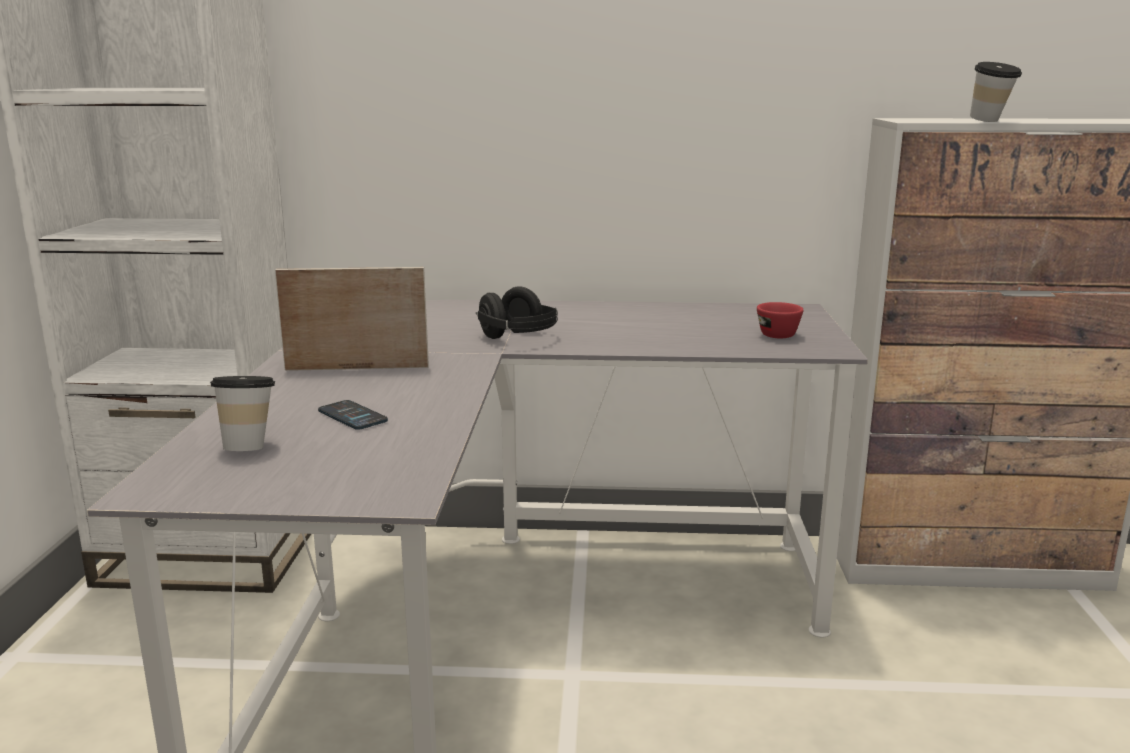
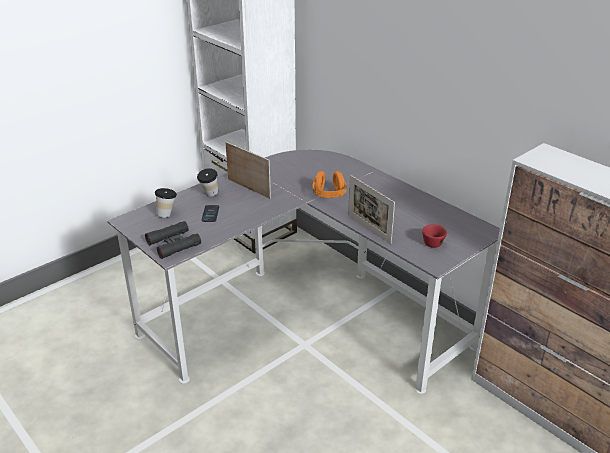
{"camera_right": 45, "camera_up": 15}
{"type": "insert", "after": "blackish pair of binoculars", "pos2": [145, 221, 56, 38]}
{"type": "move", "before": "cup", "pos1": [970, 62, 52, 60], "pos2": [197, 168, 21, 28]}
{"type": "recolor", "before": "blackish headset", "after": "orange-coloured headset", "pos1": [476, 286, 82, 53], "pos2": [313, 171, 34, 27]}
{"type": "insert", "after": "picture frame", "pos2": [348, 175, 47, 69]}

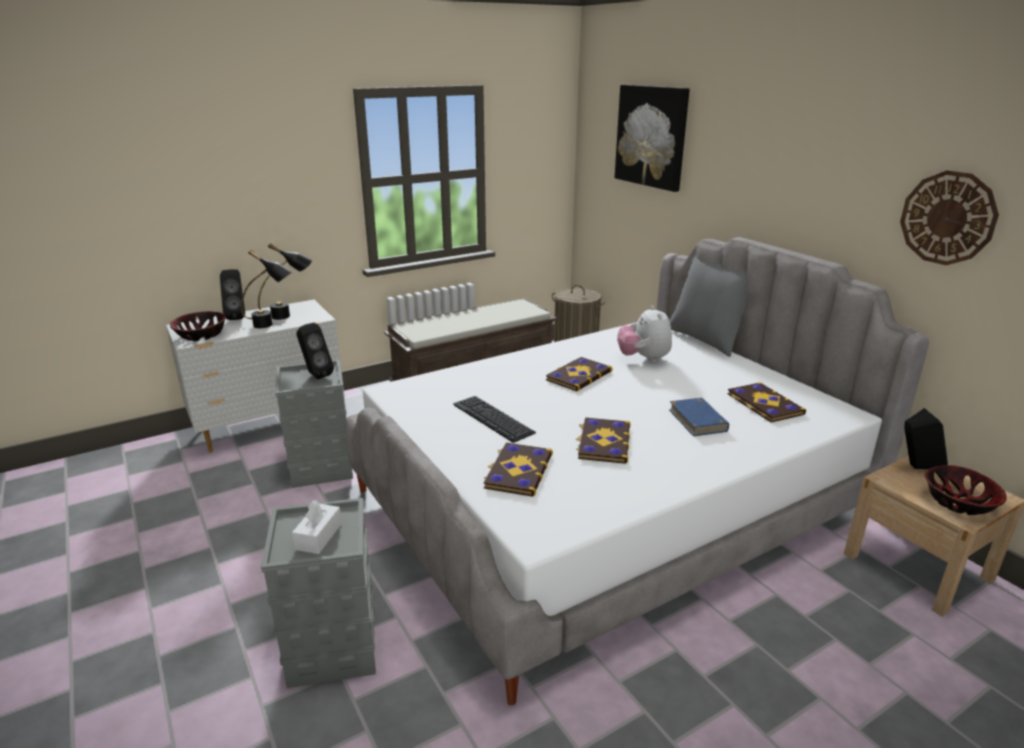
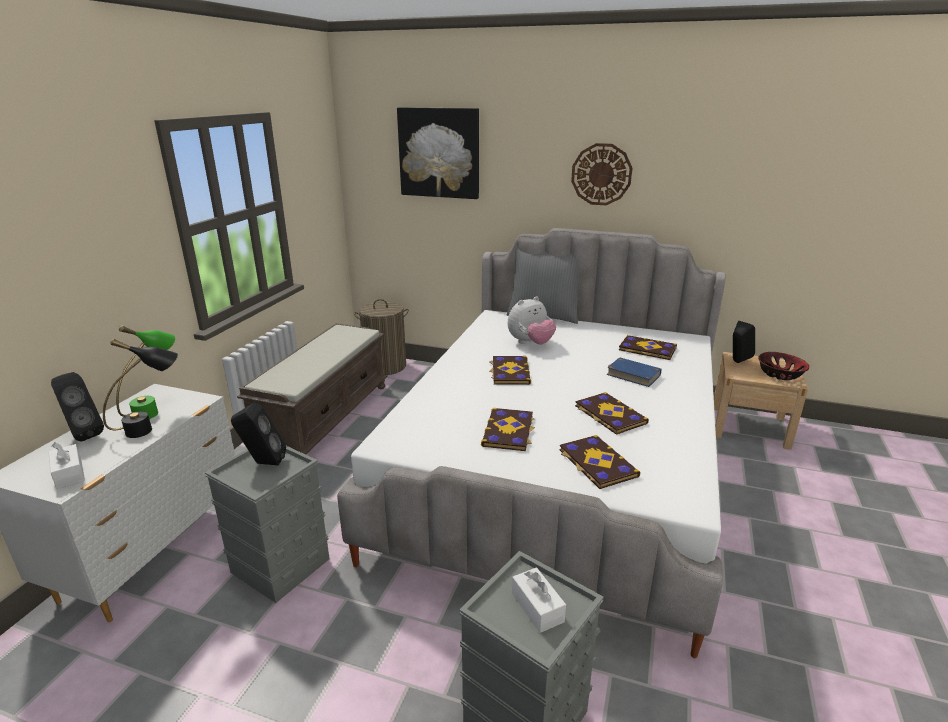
{"camera_right": -40, "camera_up": 0}
{"type": "replace", "before": "serving bowl", "after": "white-coloured tissue holder", "pos1": [170, 311, 56, 30], "pos2": [48, 442, 37, 47]}
{"type": "recolor", "before": "blackish lamp for a table", "after": "green lamp for a table", "pos1": [258, 243, 54, 77], "pos2": [116, 325, 59, 94]}
{"type": "replace", "before": "keyboard", "after": "book", "pos1": [453, 396, 83, 47], "pos2": [481, 408, 54, 43]}
{"type": "rotate", "before": "soft toy", "pos1": [617, 305, 55, 58], "pos2": [508, 296, 48, 49], "turn": -75}
{"type": "move", "before": "clock on the wall", "pos1": [900, 170, 99, 95], "pos2": [571, 143, 61, 63]}

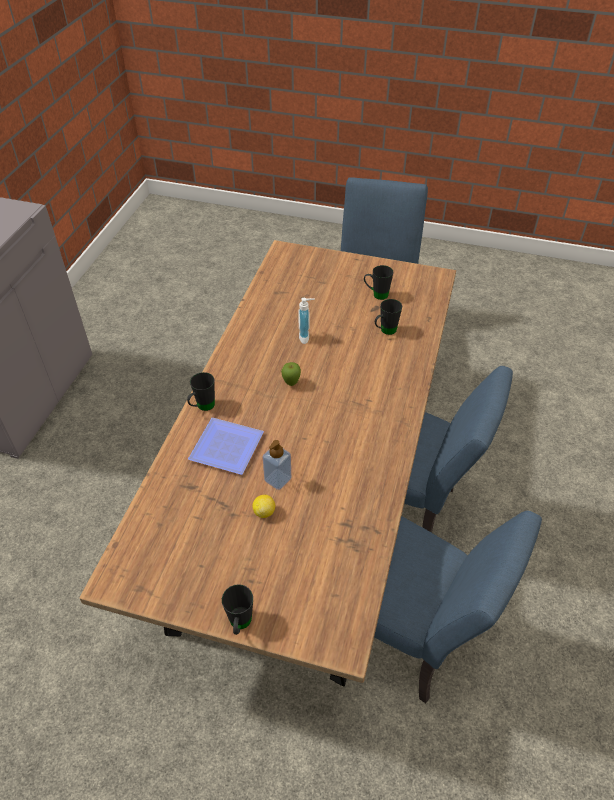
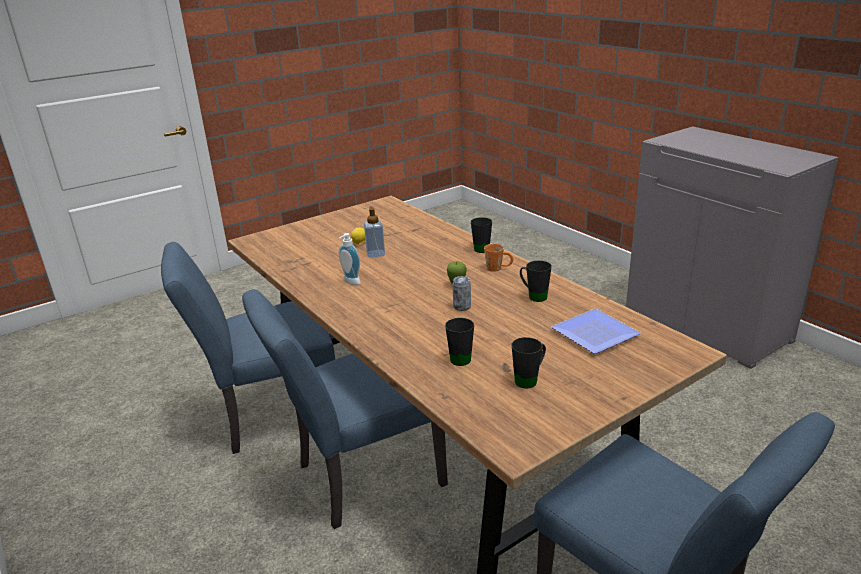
{"camera_right": 130, "camera_up": -20}
{"type": "move", "before": "soap dispenser", "pos1": [298, 298, 17, 46], "pos2": [339, 233, 22, 52]}
{"type": "insert", "after": "sealed can", "pos2": [452, 276, 19, 35]}
{"type": "insert", "after": "orange-coloured mug", "pos2": [484, 244, 30, 28]}
{"type": "move", "before": "blackish mug", "pos1": [222, 584, 31, 51], "pos2": [520, 261, 32, 41]}
{"type": "move", "before": "plate", "pos1": [188, 418, 76, 57], "pos2": [551, 308, 90, 46]}

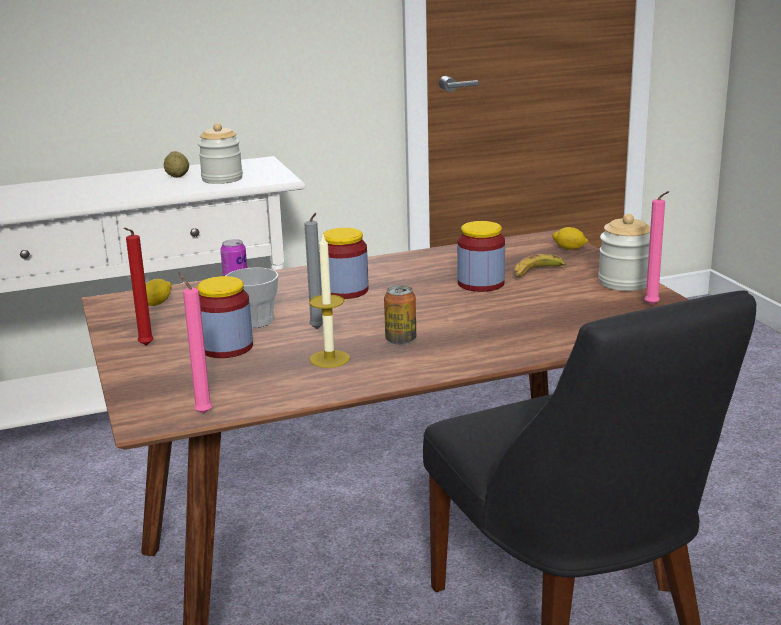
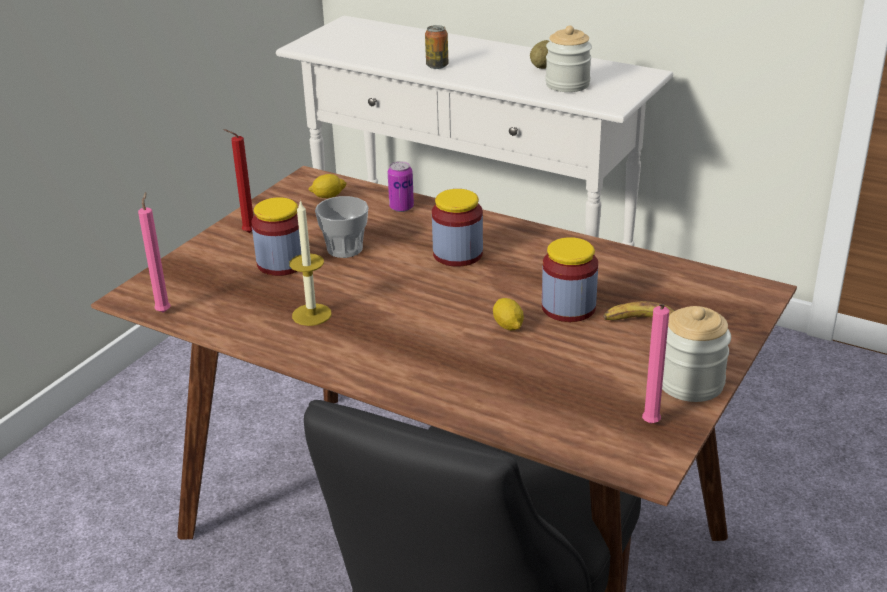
{"camera_right": 50, "camera_up": 10}
{"type": "move", "before": "sealed can", "pos1": [384, 285, 32, 60], "pos2": [425, 25, 24, 44]}
{"type": "move", "before": "whole lemon", "pos1": [552, 227, 37, 22], "pos2": [493, 298, 31, 32]}
{"type": "delete", "before": "gray candle", "pos1": [304, 213, 19, 116]}

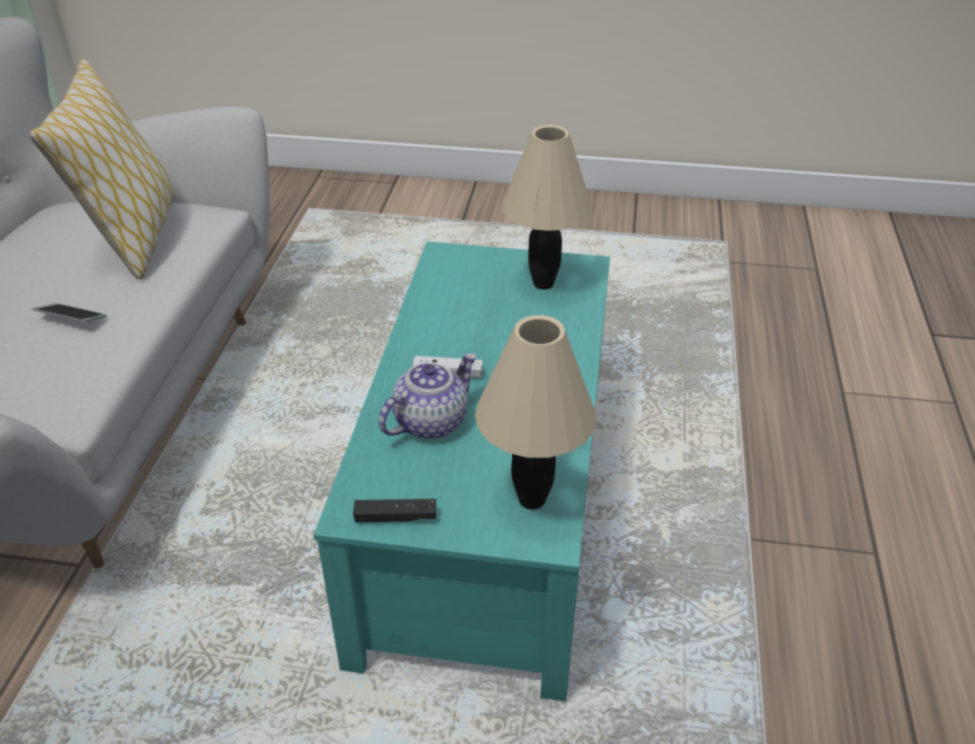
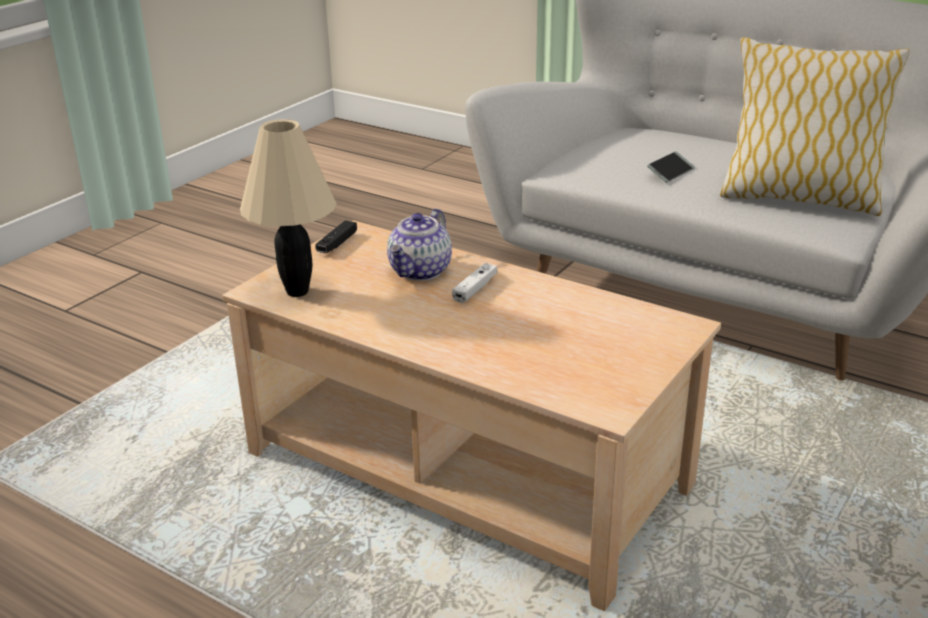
{"camera_right": 115, "camera_up": -10}
{"type": "recolor", "before": "turquoise lounge table", "after": "sand-coloured lounge table", "pos1": [314, 242, 296, 460], "pos2": [222, 220, 499, 391]}
{"type": "rotate", "before": "pot for tea", "pos1": [378, 353, 99, 86], "pos2": [387, 209, 65, 72], "turn": 45}
{"type": "delete", "before": "sand-coloured lamp for a table", "pos1": [502, 125, 90, 165]}

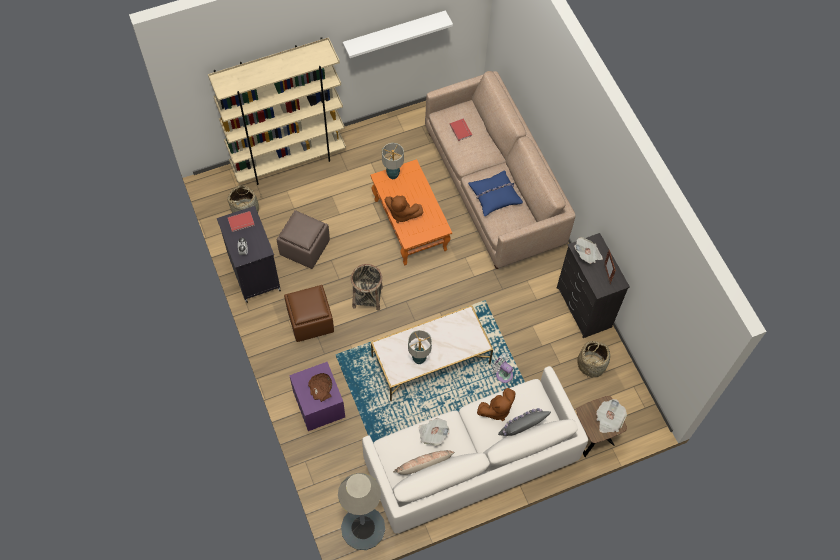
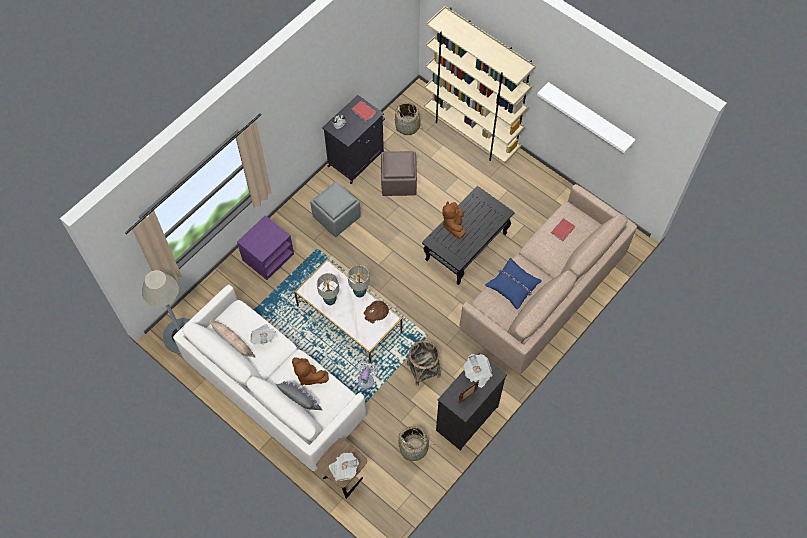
{"camera_right": 65, "camera_up": 0}
{"type": "recolor", "before": "brownish pouffe", "after": "gray pouffe", "pos1": [284, 285, 50, 57], "pos2": [310, 181, 51, 56]}
{"type": "move", "before": "lamp for a table", "pos1": [382, 143, 22, 36], "pos2": [348, 265, 22, 33]}
{"type": "move", "before": "brownish serving bowl", "pos1": [308, 373, 24, 29], "pos2": [364, 301, 25, 22]}
{"type": "move", "before": "household basket", "pos1": [351, 264, 32, 47], "pos2": [407, 340, 34, 46]}
{"type": "recolor", "before": "orange-coloured lounge table", "after": "blackish lounge table", "pos1": [370, 159, 82, 106], "pos2": [422, 186, 93, 99]}

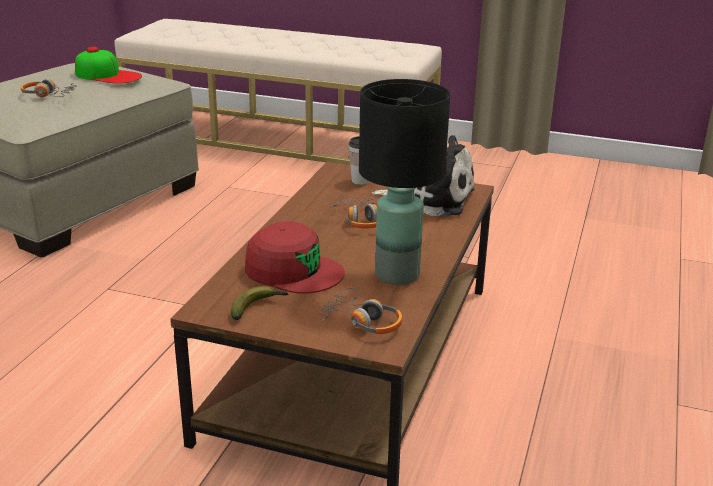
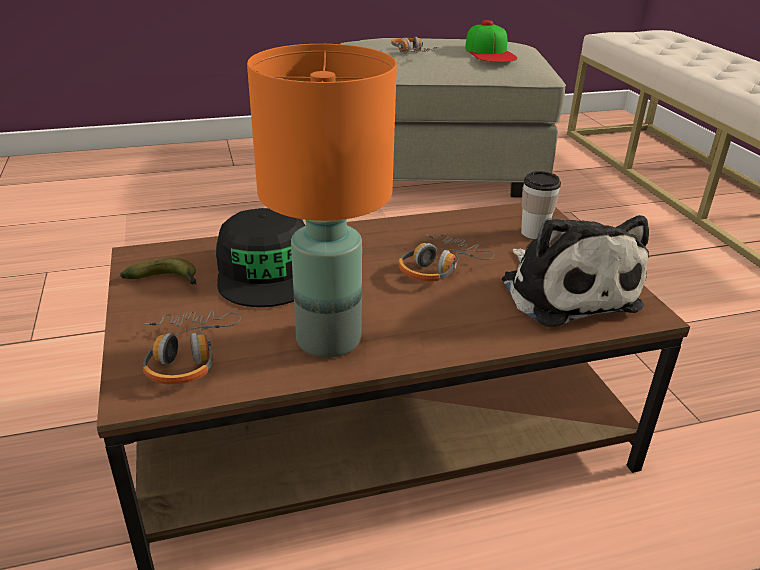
{"camera_right": 55, "camera_up": 5}
{"type": "recolor", "before": "red cap", "after": "blackish cap", "pos1": [245, 221, 100, 73], "pos2": [216, 208, 90, 99]}
{"type": "recolor", "before": "blackish lamp for a table", "after": "orange-coloured lamp for a table", "pos1": [359, 79, 91, 206], "pos2": [247, 44, 150, 314]}

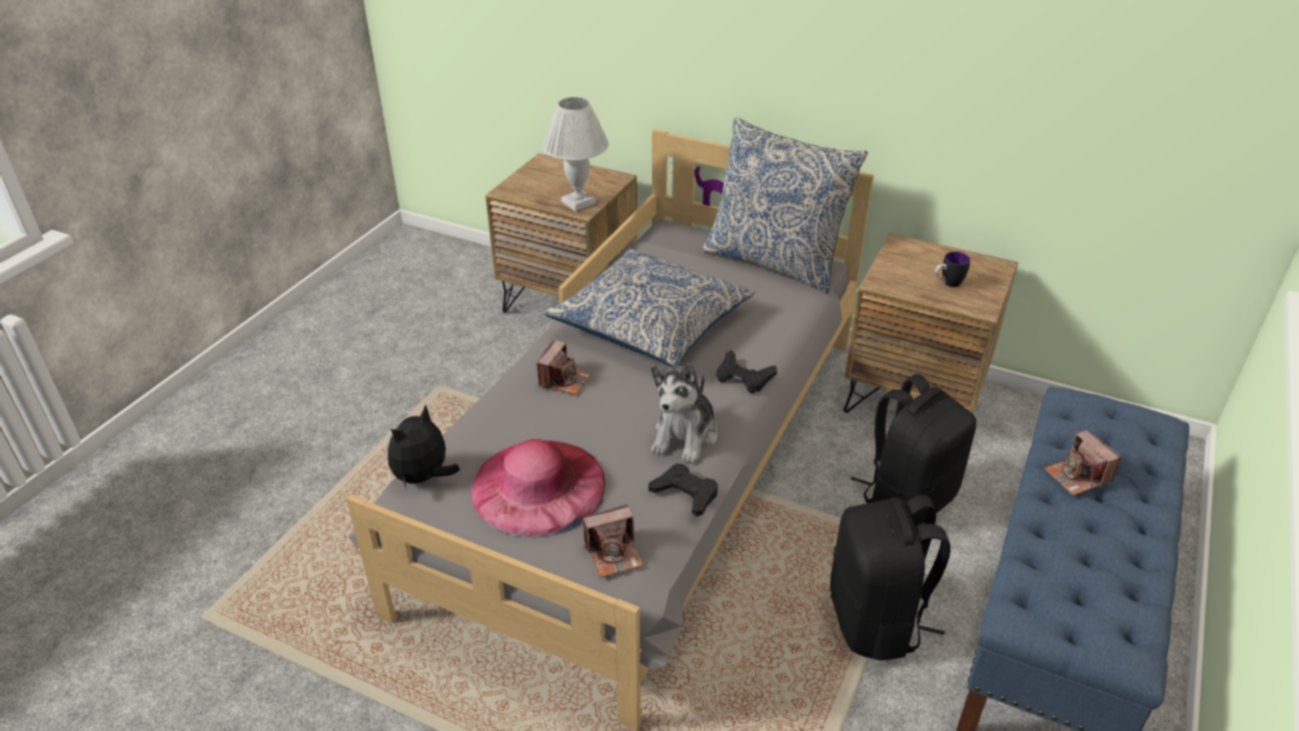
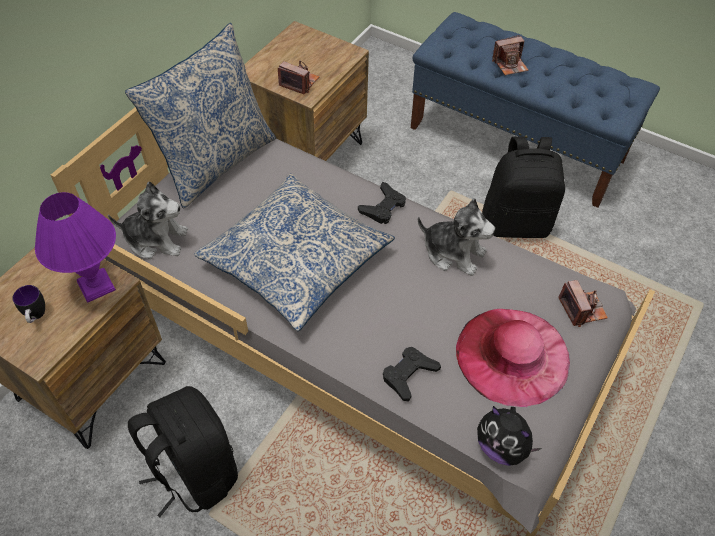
{"camera_right": -85, "camera_up": 15}
{"type": "move", "before": "mug", "pos1": [935, 252, 35, 35], "pos2": [12, 285, 33, 38]}
{"type": "recolor", "before": "white-coloured lamp for a table", "after": "purple lamp for a table", "pos1": [543, 97, 66, 115], "pos2": [35, 192, 81, 111]}
{"type": "insert", "after": "soft toy", "pos2": [108, 182, 80, 77]}
{"type": "move", "before": "blackish rucksack", "pos1": [851, 374, 125, 152], "pos2": [128, 386, 110, 132]}
{"type": "move", "before": "photo camera", "pos1": [537, 340, 55, 55], "pos2": [278, 60, 42, 34]}
{"type": "move", "before": "blackish game controller", "pos1": [648, 463, 70, 54], "pos2": [383, 347, 58, 55]}

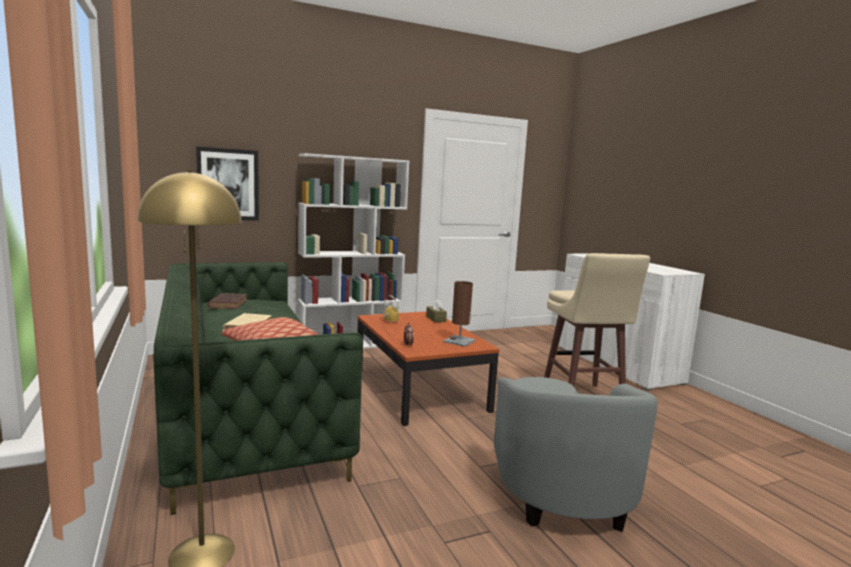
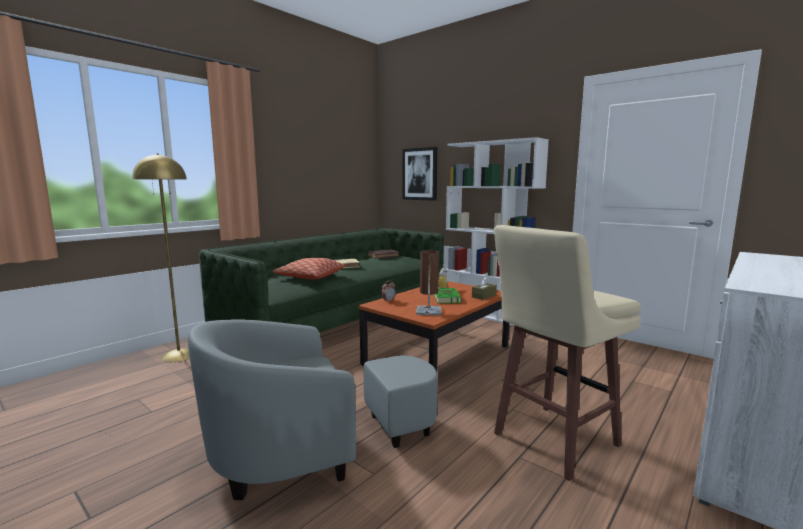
{"camera_right": 65, "camera_up": 0}
{"type": "insert", "after": "green book", "pos2": [434, 288, 28, 15]}

